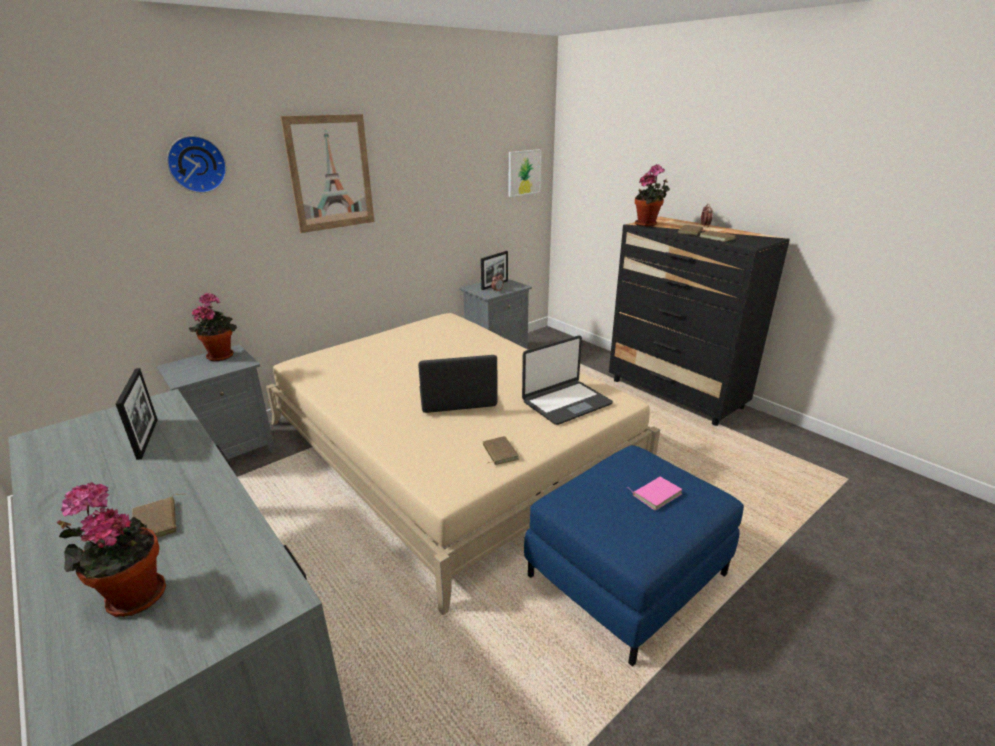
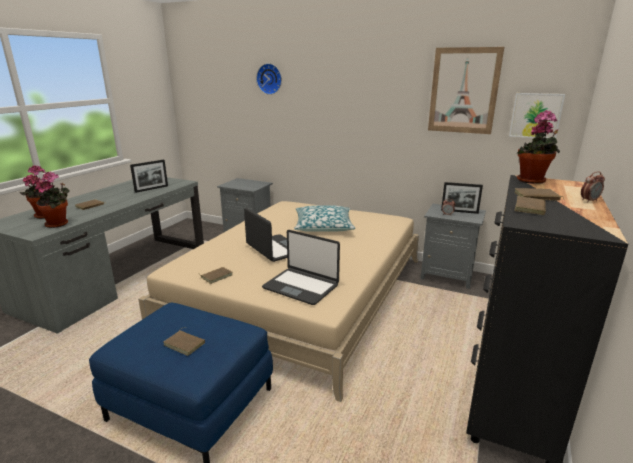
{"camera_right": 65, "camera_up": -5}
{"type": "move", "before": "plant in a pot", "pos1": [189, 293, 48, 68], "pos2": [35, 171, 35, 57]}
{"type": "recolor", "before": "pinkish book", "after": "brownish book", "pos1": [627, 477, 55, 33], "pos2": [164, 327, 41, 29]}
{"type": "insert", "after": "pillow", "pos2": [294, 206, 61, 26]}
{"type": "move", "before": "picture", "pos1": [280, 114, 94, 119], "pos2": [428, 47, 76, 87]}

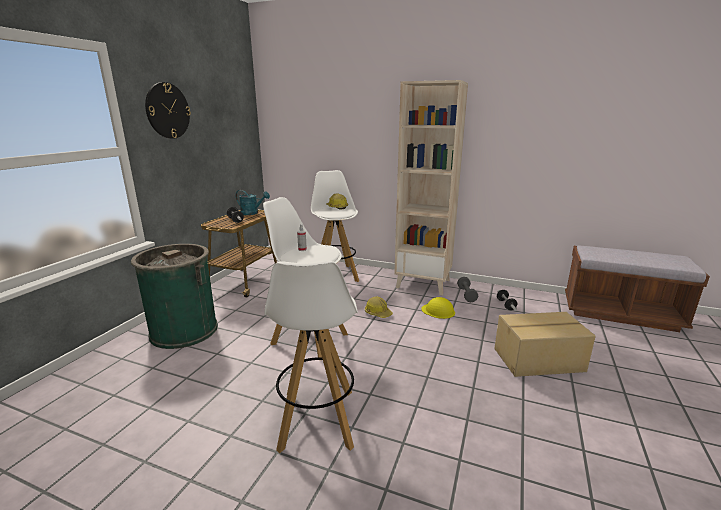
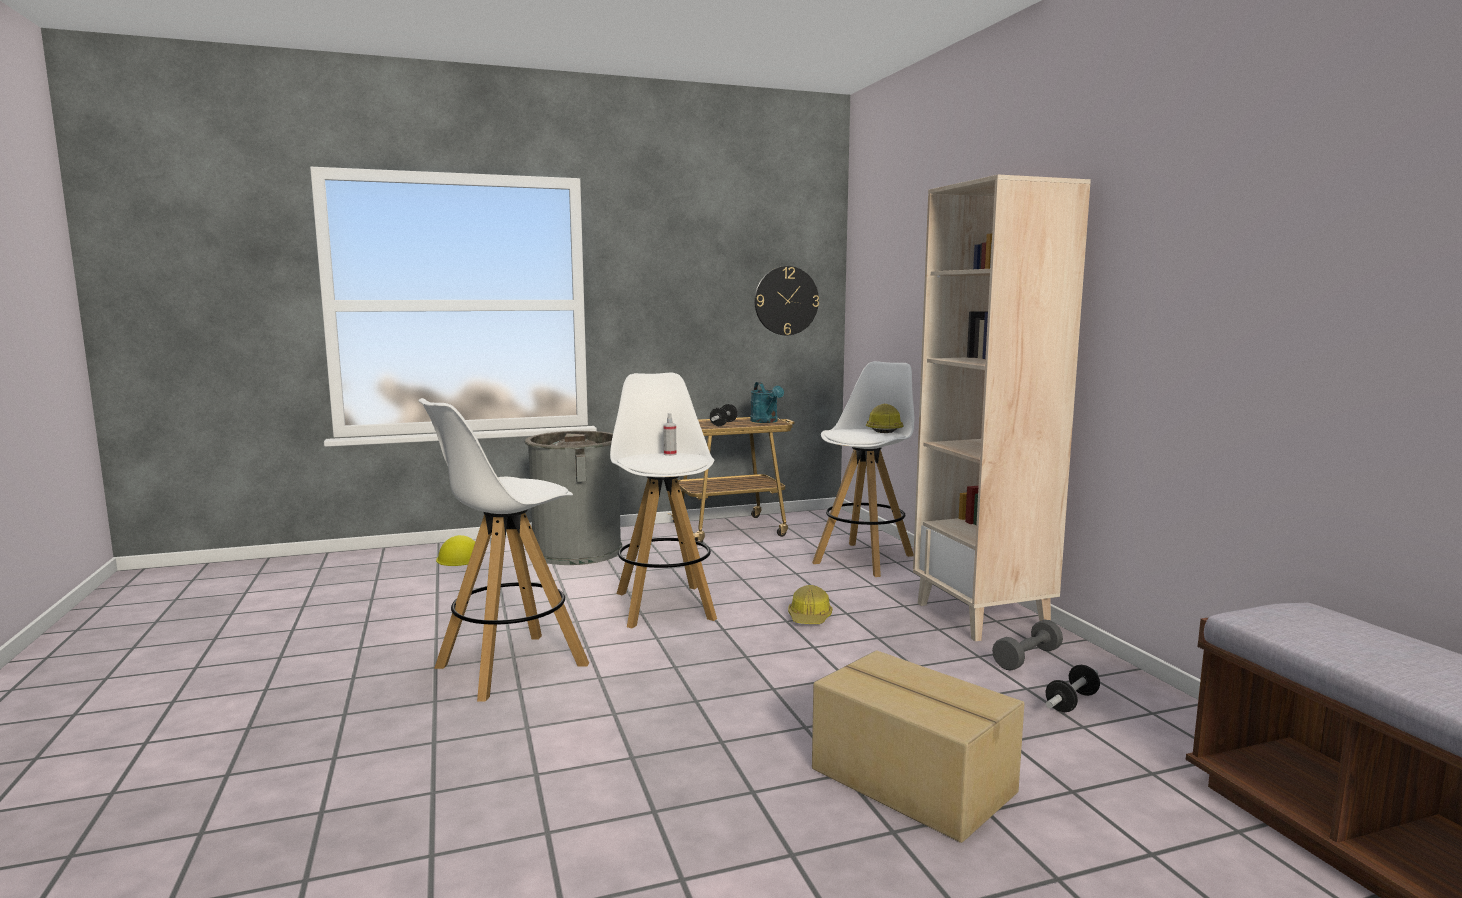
{"camera_right": 50, "camera_up": -10}
{"type": "move", "before": "yellow-coloured safety helmet", "pos1": [421, 297, 34, 22], "pos2": [436, 535, 39, 31]}
{"type": "recolor", "before": "green rubbish bin", "after": "gray rubbish bin", "pos1": [131, 244, 87, 105], "pos2": [525, 431, 97, 134]}
{"type": "move", "before": "clock on the wall", "pos1": [145, 82, 46, 57], "pos2": [755, 266, 64, 69]}

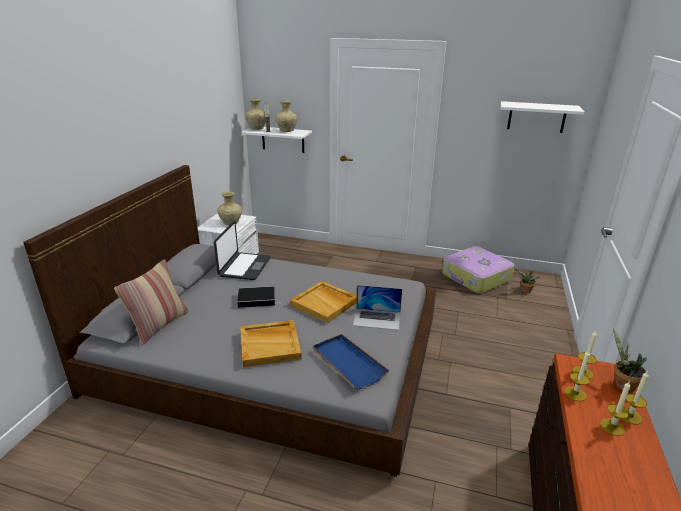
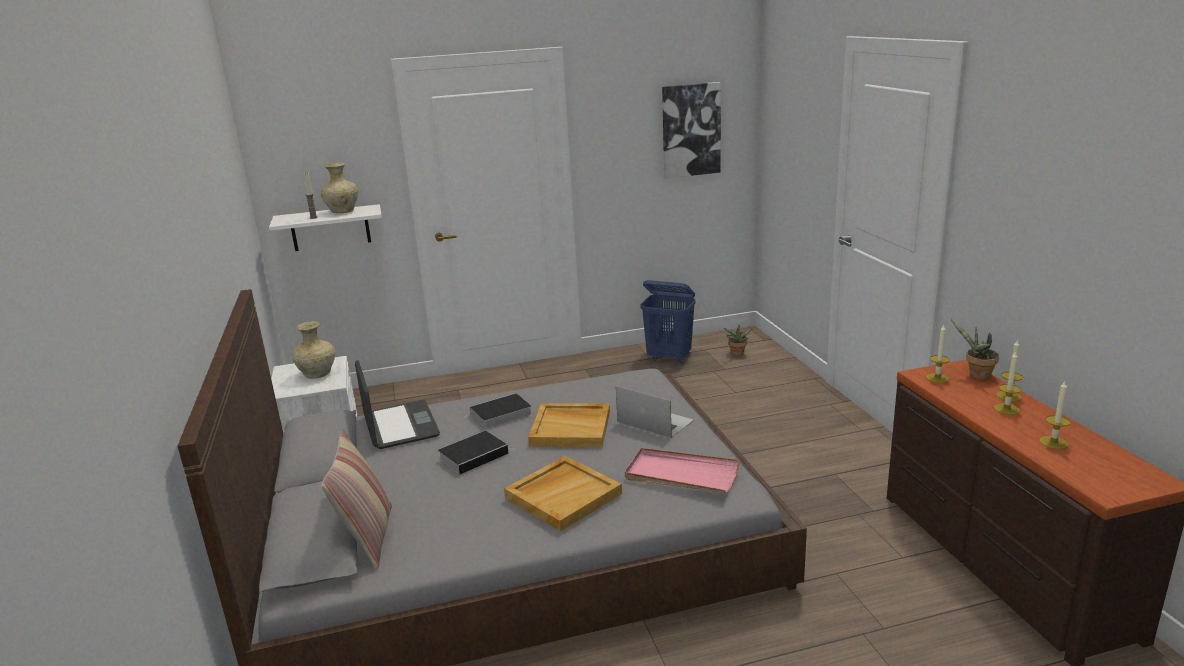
{"camera_right": -30, "camera_up": -5}
{"type": "insert", "after": "book", "pos2": [462, 393, 70, 36]}
{"type": "rotate", "before": "notebook computer", "pos1": [353, 285, 49, 45], "pos2": [616, 386, 78, 52], "turn": -120}
{"type": "recolor", "before": "blue serving tray", "after": "pinkish serving tray", "pos1": [313, 334, 76, 55], "pos2": [625, 448, 115, 45]}
{"type": "replace", "before": "suitcase", "after": "blue hamper", "pos1": [442, 246, 73, 48], "pos2": [641, 280, 55, 84]}
{"type": "replace", "before": "white-coloured bracket shelf", "after": "picture", "pos1": [501, 101, 84, 32], "pos2": [662, 82, 59, 97]}
{"type": "move", "before": "candle", "pos1": [564, 350, 26, 51], "pos2": [1039, 381, 31, 68]}
{"type": "delete", "before": "sand-coloured flower vase", "pos1": [245, 98, 21, 32]}

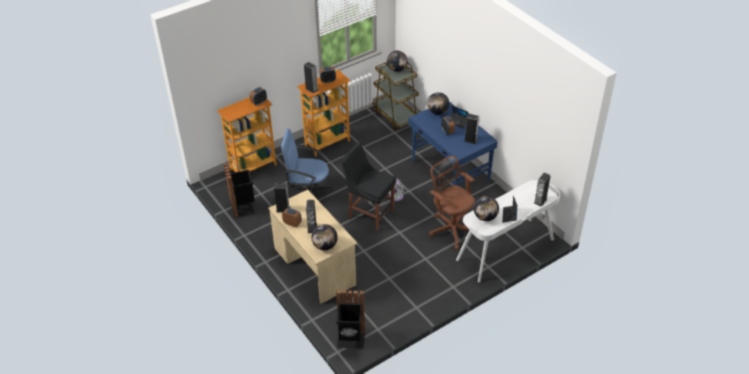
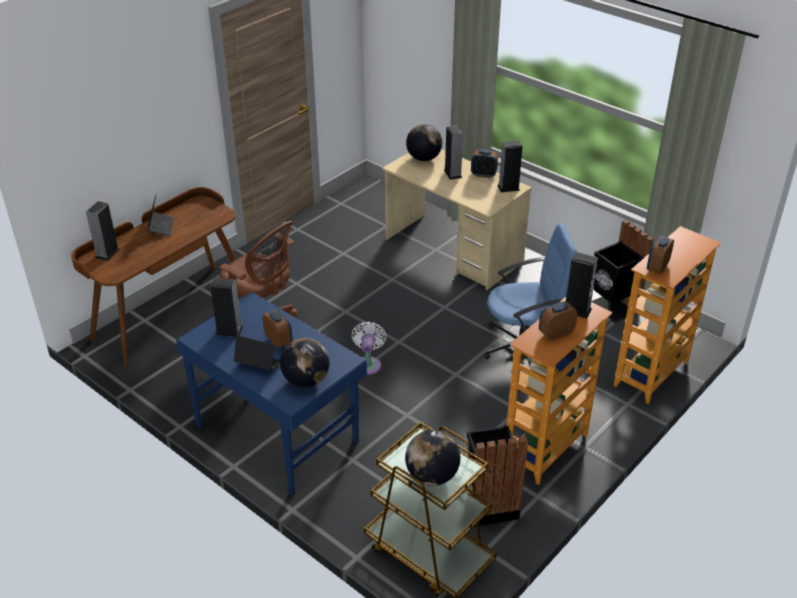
{"camera_right": 165, "camera_up": -5}
{"type": "recolor", "before": "white-coloured desk unit", "after": "brownish desk unit", "pos1": [456, 180, 104, 102], "pos2": [71, 187, 165, 179]}
{"type": "move", "before": "blackish rubbish bin", "pos1": [336, 290, 29, 59], "pos2": [467, 426, 61, 100]}
{"type": "delete", "before": "blackish upright chair", "pos1": [341, 142, 55, 88]}
{"type": "delete", "before": "globe", "pos1": [474, 196, 25, 25]}

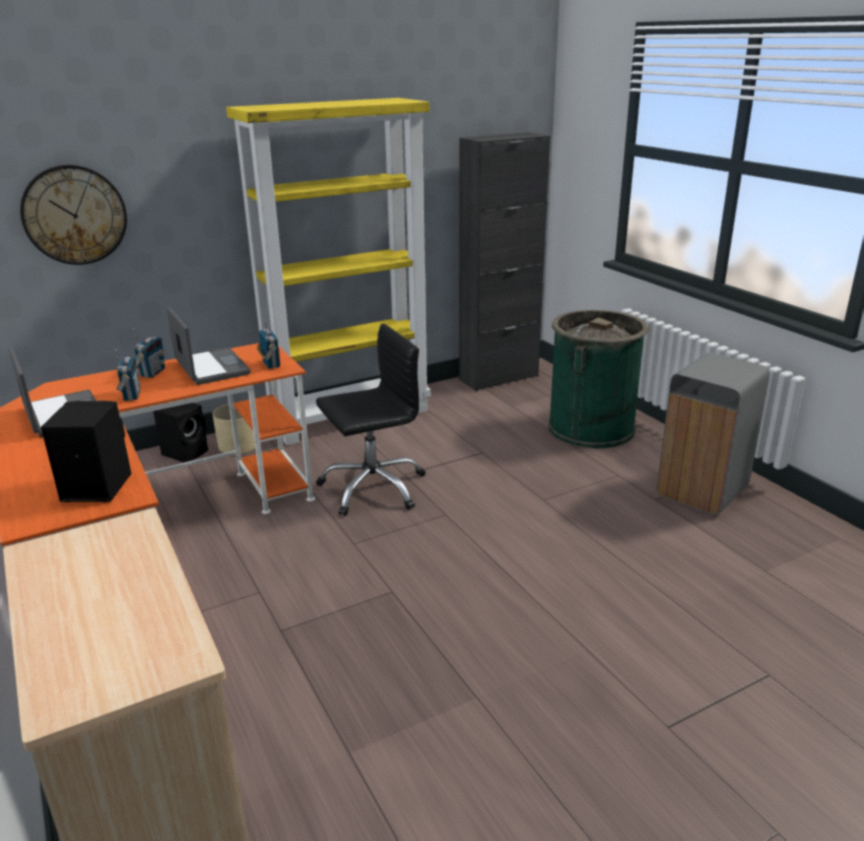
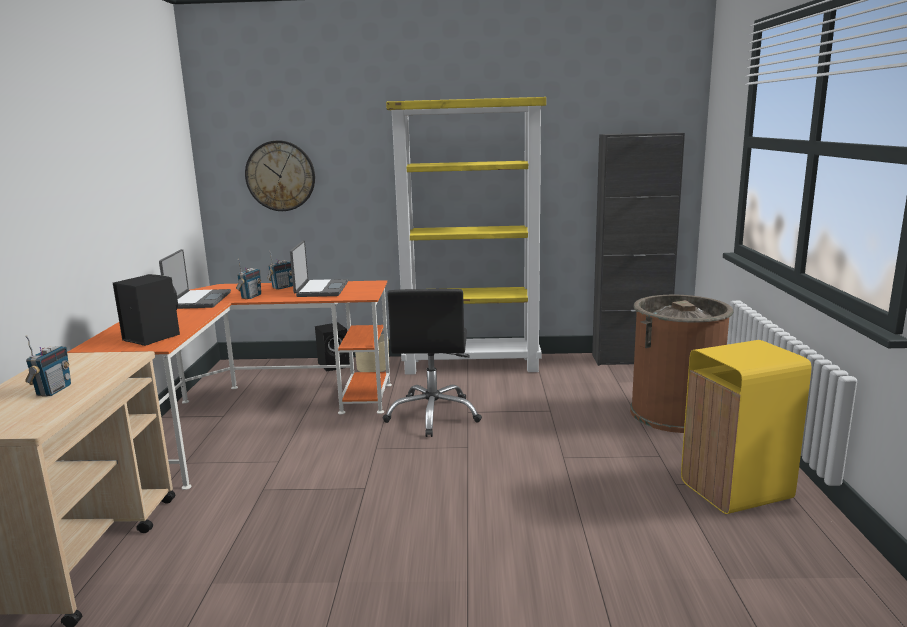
{"camera_right": 30, "camera_up": -10}
{"type": "move", "before": "radio set", "pos1": [257, 321, 23, 48], "pos2": [25, 335, 46, 61]}
{"type": "rotate", "before": "blackish office chair", "pos1": [316, 323, 109, 193], "pos2": [383, 289, 99, 148], "turn": 90}
{"type": "recolor", "before": "green rubbish bin", "after": "brownish rubbish bin", "pos1": [548, 310, 100, 139], "pos2": [630, 295, 104, 138]}
{"type": "recolor", "before": "gray rubbish bin", "after": "yellow-coloured rubbish bin", "pos1": [657, 353, 113, 162], "pos2": [681, 340, 130, 174]}

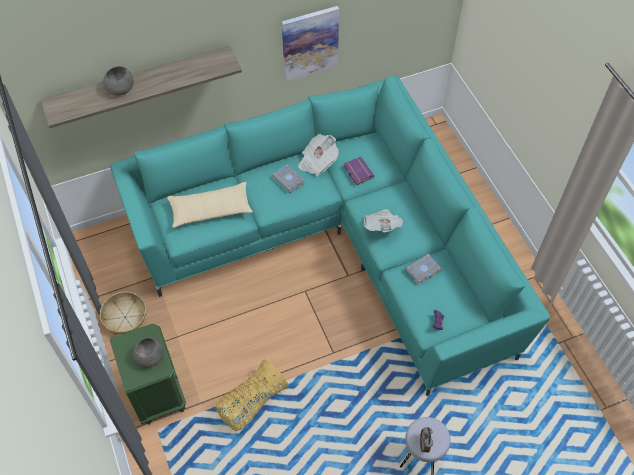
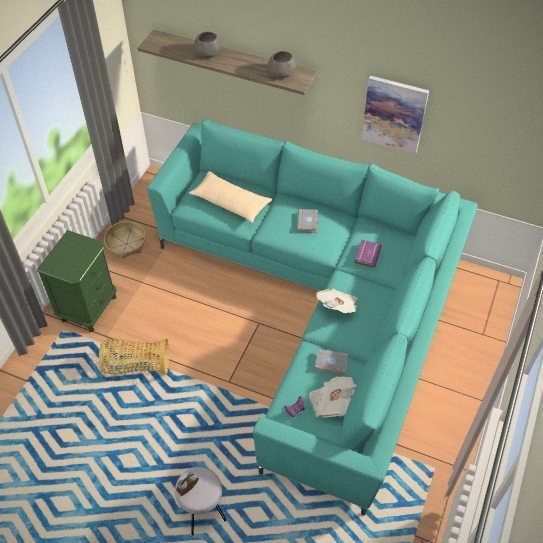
{"camera_right": 45, "camera_up": -5}
{"type": "move", "before": "gray serving bowl", "pos1": [133, 337, 30, 31], "pos2": [268, 51, 28, 27]}
{"type": "move", "before": "newspaper", "pos1": [298, 134, 41, 42], "pos2": [309, 376, 48, 41]}

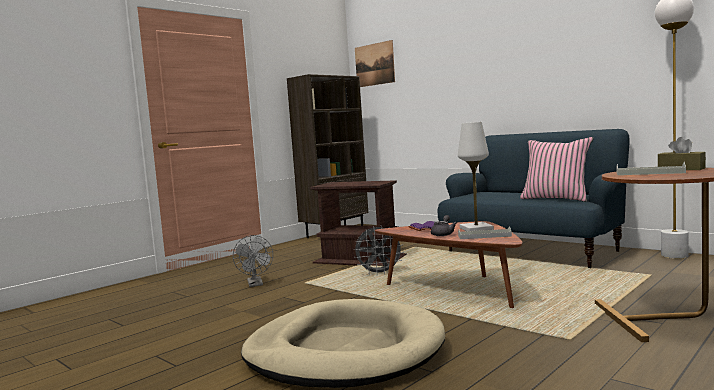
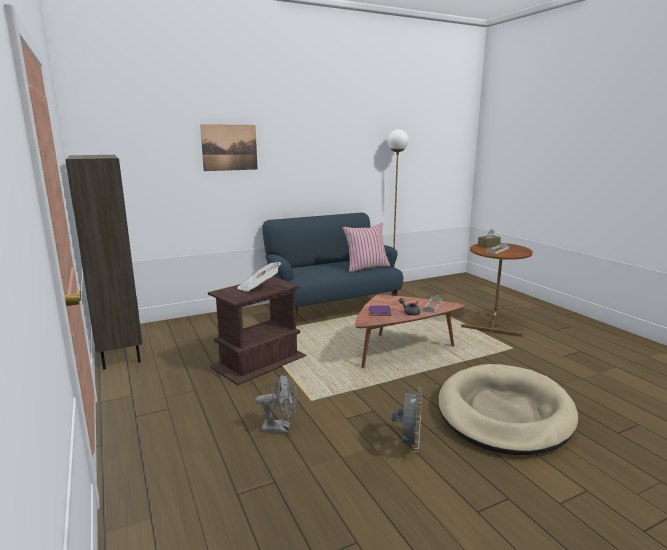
{"camera_right": -70, "camera_up": 10}
{"type": "move", "before": "picture", "pos1": [355, 40, 40, 47], "pos2": [200, 124, 58, 47]}
{"type": "insert", "after": "newspaper", "pos2": [237, 262, 44, 30]}
{"type": "move", "before": "gray cooling fan", "pos1": [354, 226, 50, 49], "pos2": [392, 387, 30, 65]}
{"type": "delete", "before": "white-coloured lamp for a table", "pos1": [458, 122, 36, 109]}

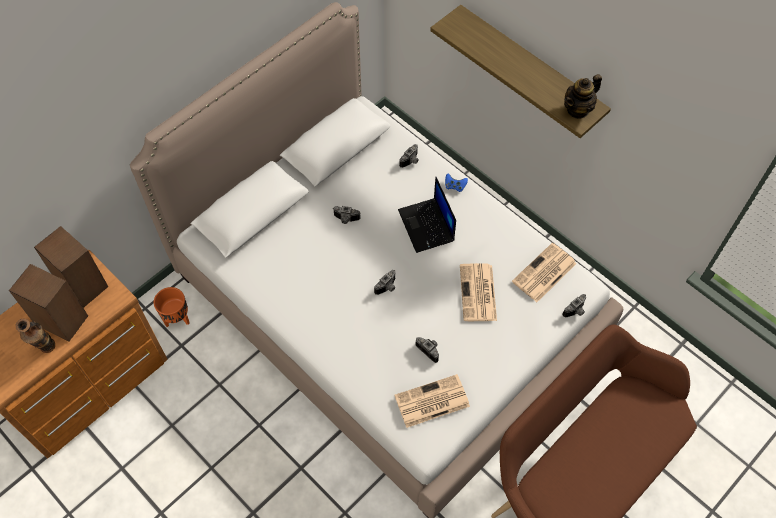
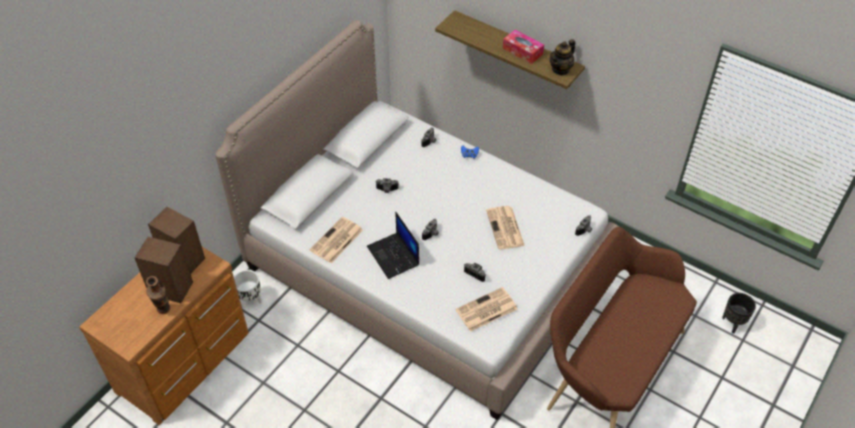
{"camera_right": -10, "camera_up": -10}
{"type": "recolor", "before": "orange-coloured flower pot", "after": "white-coloured flower pot", "pos1": [154, 287, 36, 40], "pos2": [234, 270, 28, 38]}
{"type": "move", "before": "newspaper", "pos1": [512, 243, 65, 59], "pos2": [310, 217, 53, 46]}
{"type": "move", "before": "notebook computer", "pos1": [398, 177, 58, 76], "pos2": [367, 212, 52, 67]}
{"type": "insert", "after": "tissue holder", "pos2": [503, 30, 41, 34]}
{"type": "insert", "after": "blackish flower pot", "pos2": [722, 293, 34, 40]}

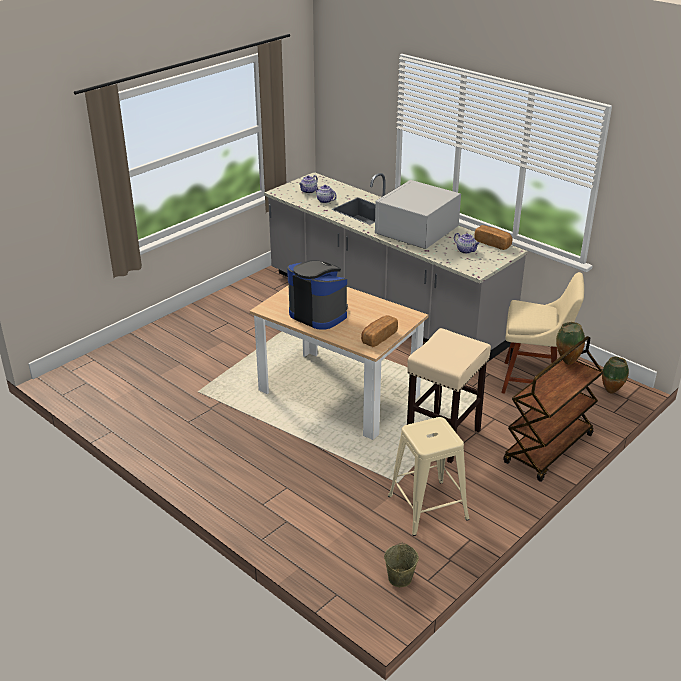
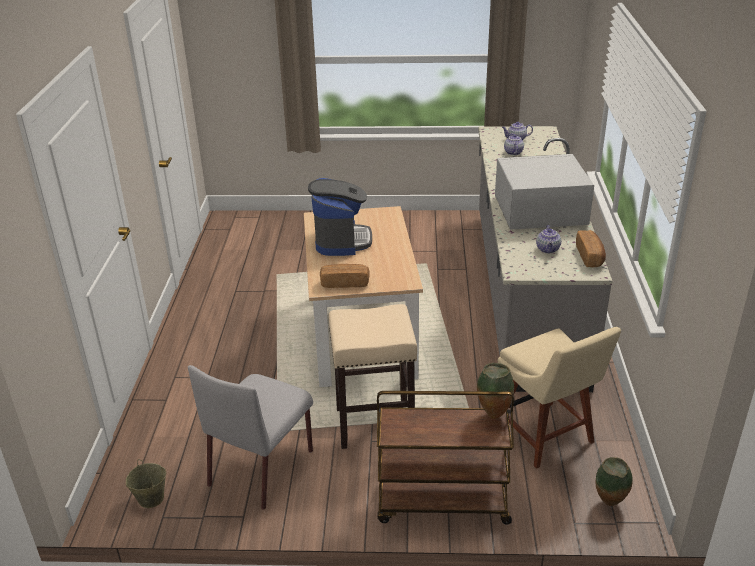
{"camera_right": 50, "camera_up": 0}
{"type": "replace", "before": "sand-coloured sitting stool", "after": "gray upright chair", "pos1": [388, 417, 81, 119], "pos2": [188, 365, 125, 145]}

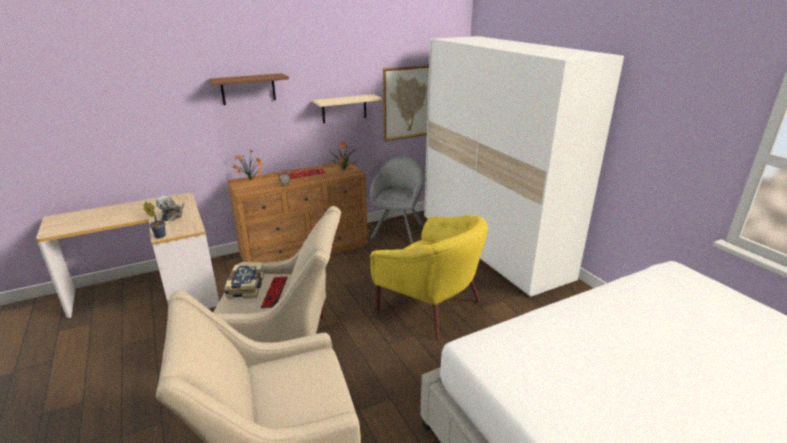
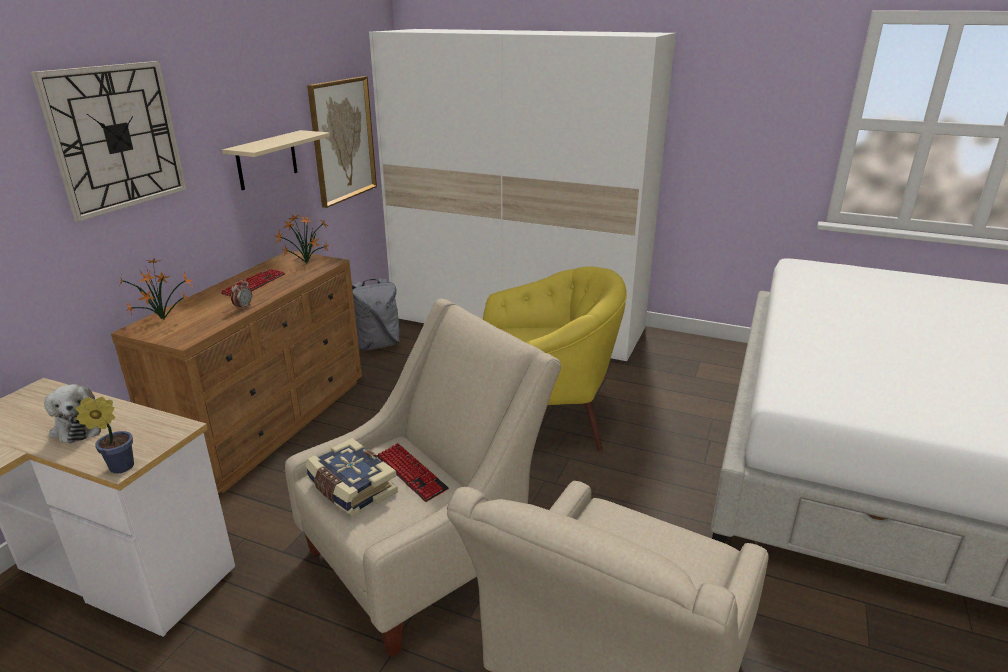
{"camera_right": -40, "camera_up": 0}
{"type": "replace", "before": "brownish bracket shelf", "after": "clock on the wall", "pos1": [209, 73, 80, 32], "pos2": [31, 61, 156, 161]}
{"type": "replace", "before": "gray armchair", "after": "gray rucksack", "pos1": [370, 156, 54, 88], "pos2": [352, 278, 48, 73]}

